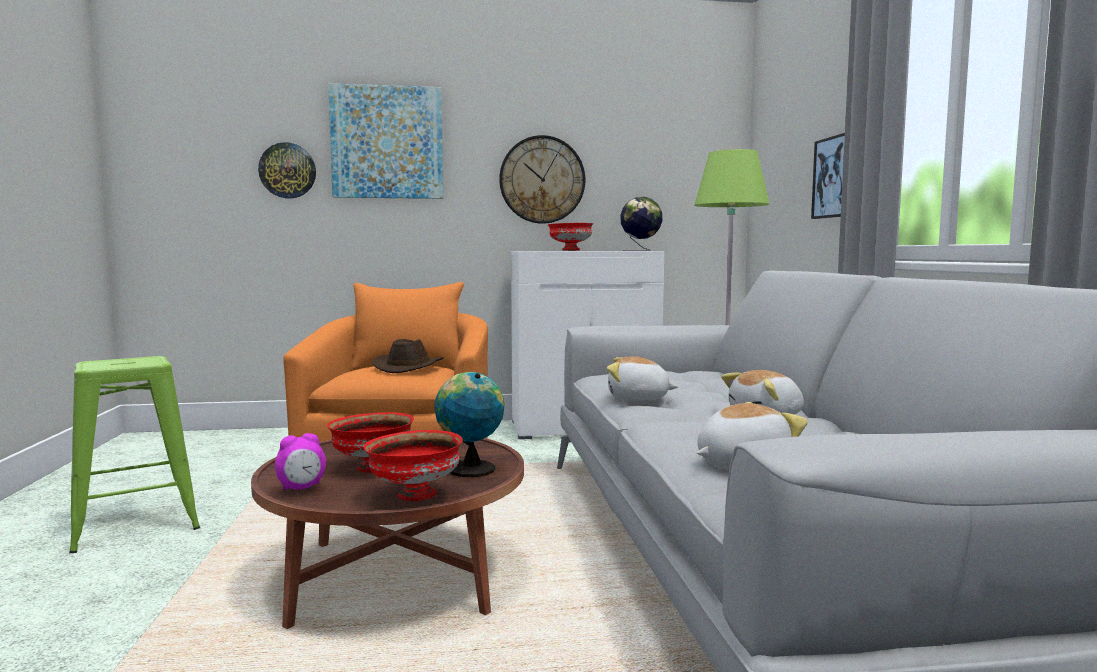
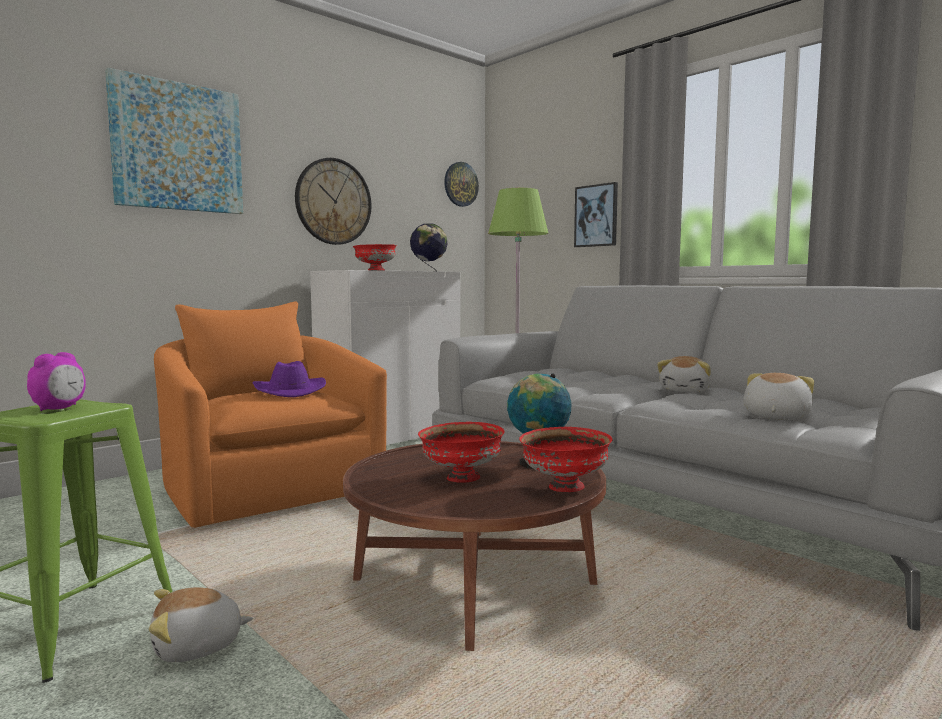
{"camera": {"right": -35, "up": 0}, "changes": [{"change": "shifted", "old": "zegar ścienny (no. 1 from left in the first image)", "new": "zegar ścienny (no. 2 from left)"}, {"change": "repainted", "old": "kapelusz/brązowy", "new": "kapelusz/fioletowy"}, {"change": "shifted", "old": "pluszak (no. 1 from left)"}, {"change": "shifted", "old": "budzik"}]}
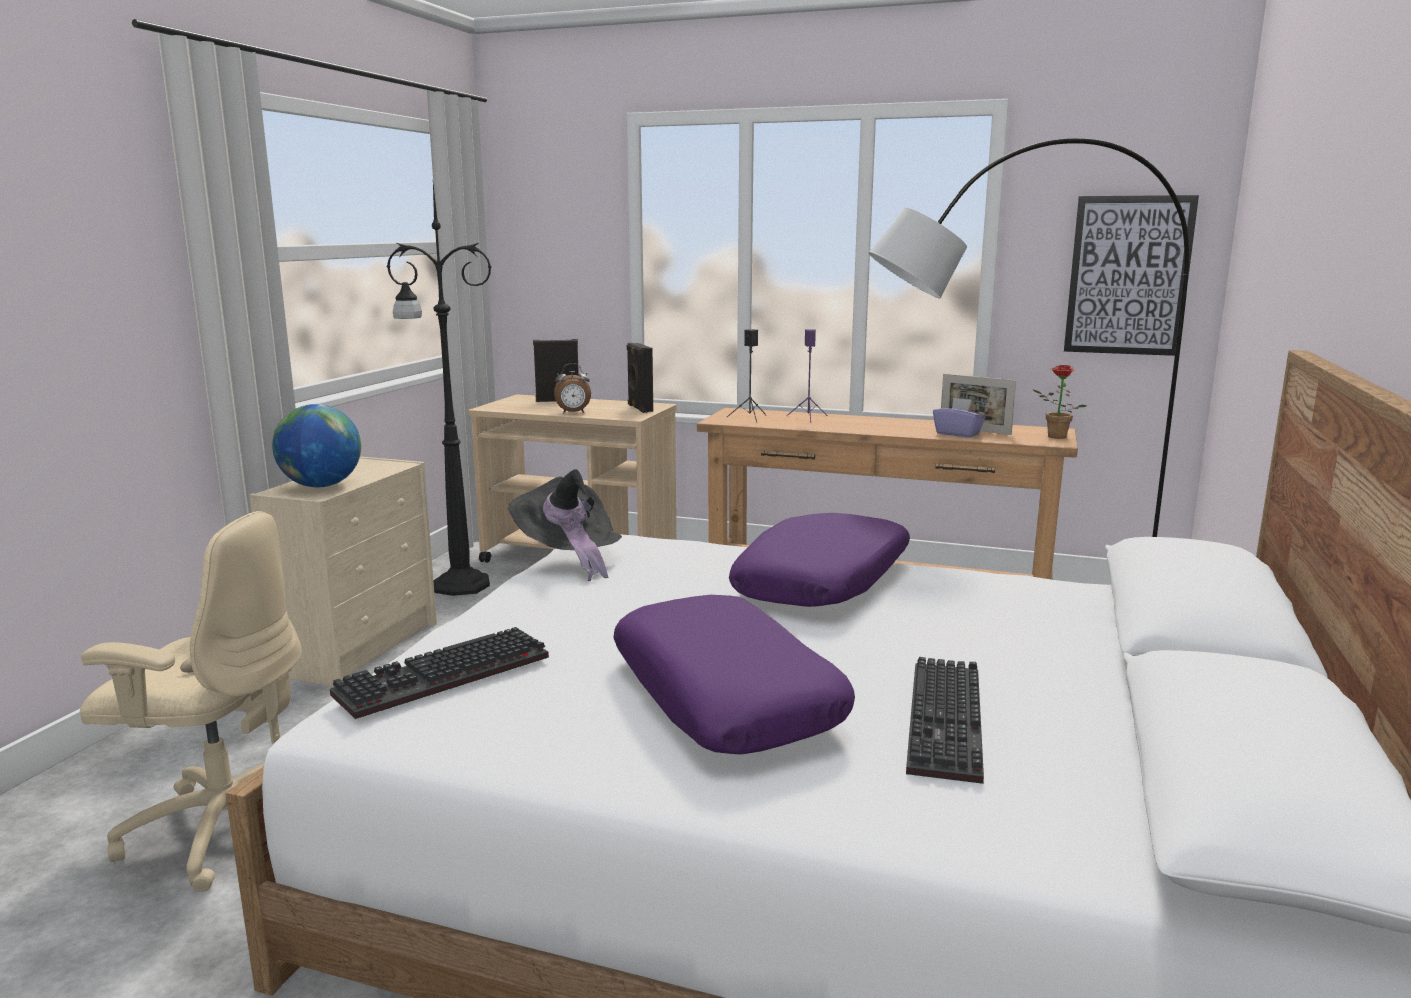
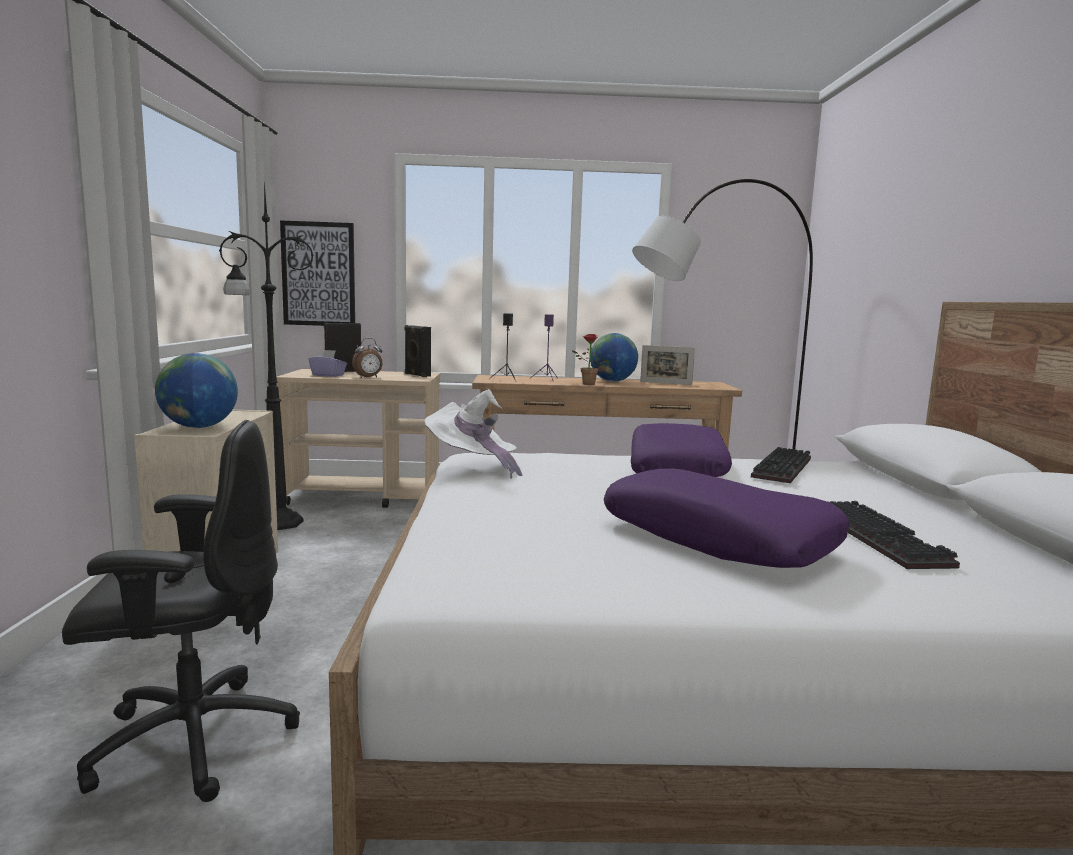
{"camera": {"right": -20, "up": -5}, "changes": [{"change": "shifted", "old": "obraz"}, {"change": "shifted", "old": "roślina doniczkowa"}, {"change": "shifted", "old": "pudełko chusteczek/fioletowy"}, {"change": "repainted", "old": "kapelusz/czarny", "new": "kapelusz/biały"}, {"change": "repainted", "old": "krzesło biurowe/beżowy", "new": "krzesło biurowe/czarny"}, {"change": "shifted", "old": "klawiatura (no. 1 from left)"}, {"change": "new", "new": "globus (no. 2 from left)"}]}
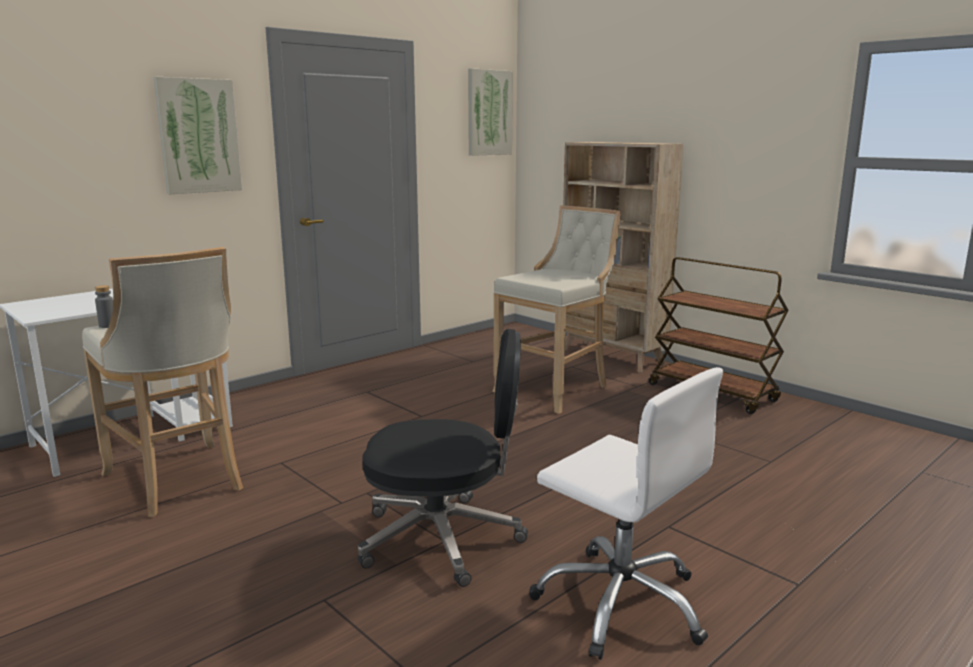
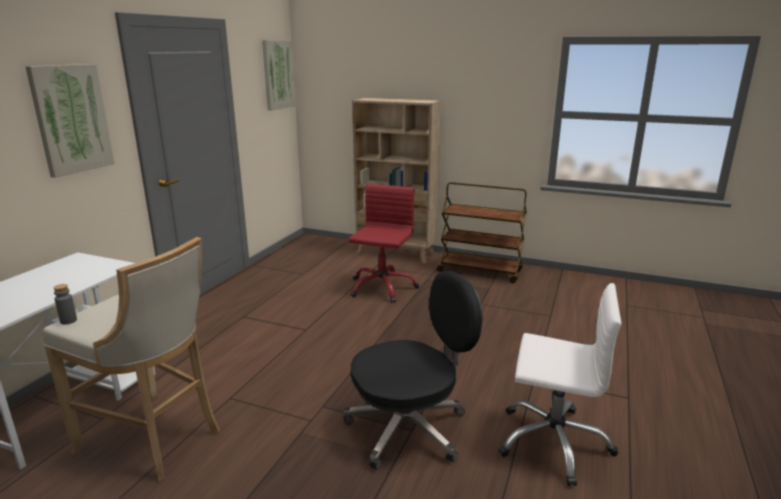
{"camera": {"right": -25, "up": 5}, "changes": [{"change": "swapped", "old": "stołek/beżowy (no. 2 from left)", "new": "krzesło biurowe/czerwony"}]}
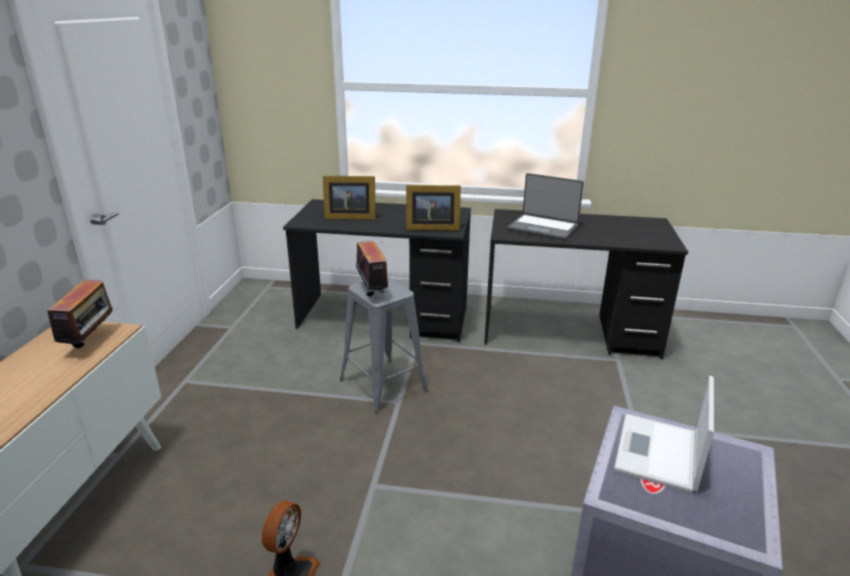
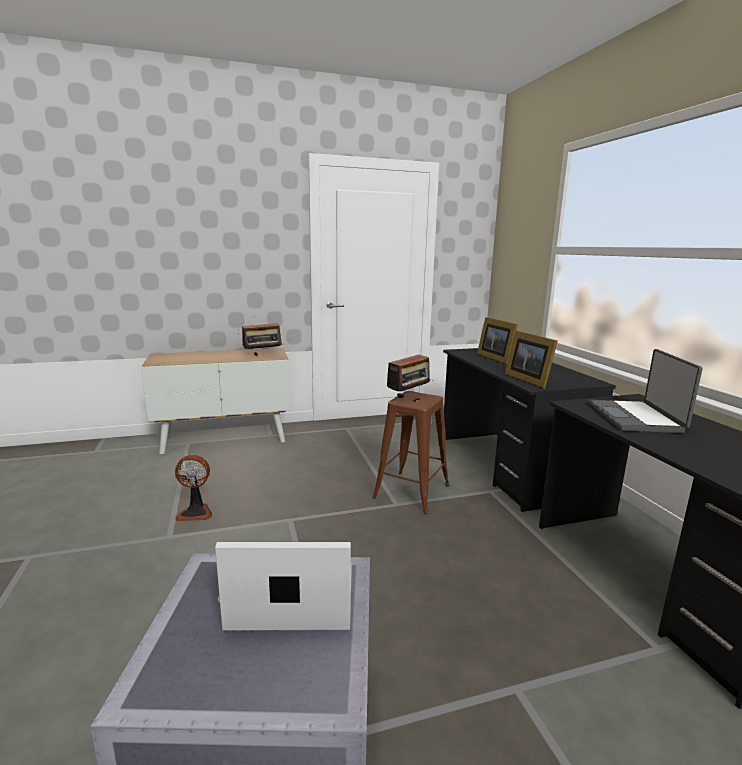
{"camera": {"right": 65, "up": -10}, "changes": [{"change": "repainted", "old": "stołek/szary", "new": "stołek/brązowy"}]}
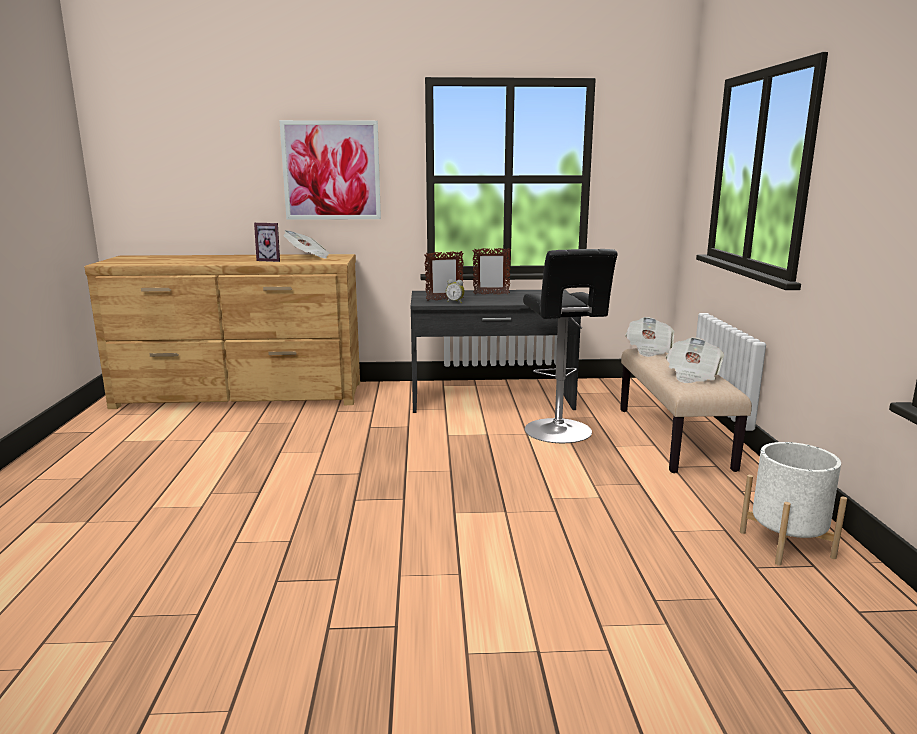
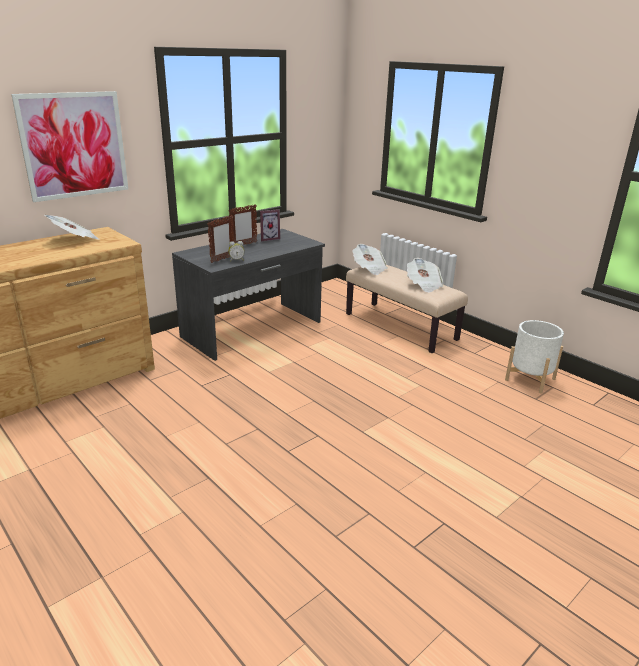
{"camera": {"right": -40, "up": 10}, "changes": [{"change": "shifted", "old": "ramka na zdjęcie (no. 1 from left in the first image)", "new": "ramka na zdjęcie (no. 3 from left)"}, {"change": "gone", "old": "stołek/czarny"}]}
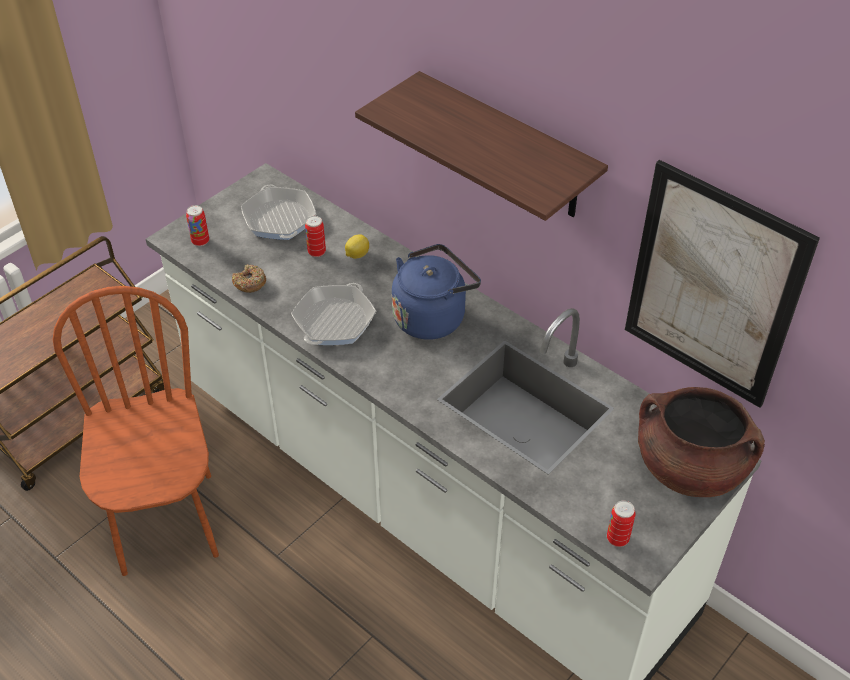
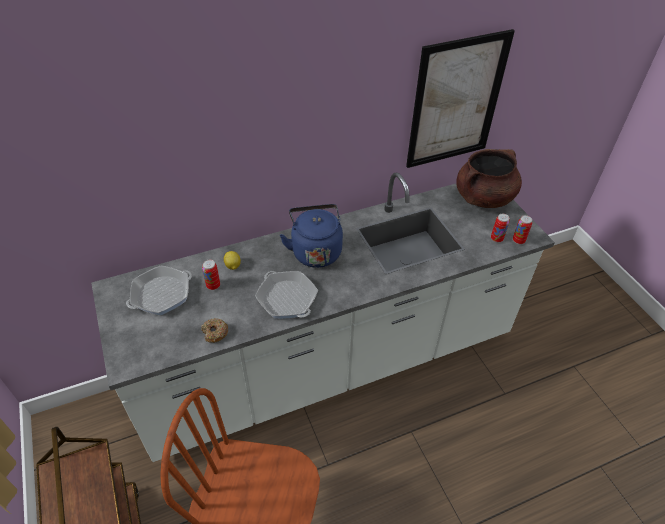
{"camera": {"right": -65, "up": 0}, "changes": [{"change": "gone", "old": "półka"}, {"change": "rotated", "old": "patelnia (no. 1 from left)", "degrees": -45}, {"change": "shifted", "old": "puszka (no. 1 from left in the first image)", "new": "puszka (no. 2 from left)"}]}
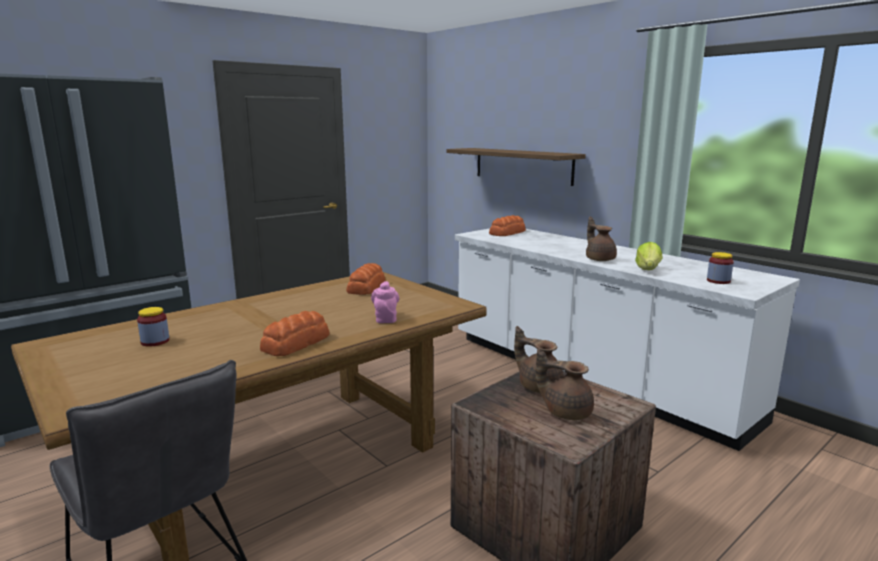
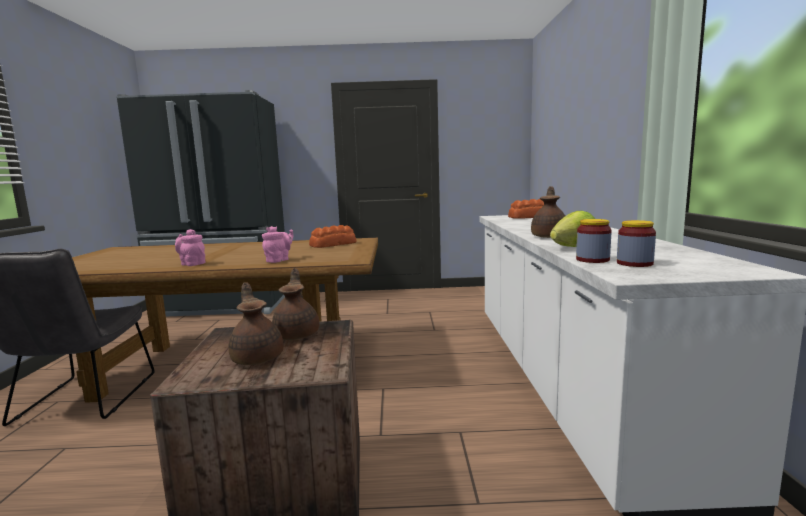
{"camera": {"right": 40, "up": -5}, "changes": [{"change": "gone", "old": "półka"}, {"change": "shifted", "old": "słoik (no. 1 from left)"}, {"change": "swapped", "old": "chleb (no. 1 from left)", "new": "imbryk/różowy (no. 1 from left)"}]}
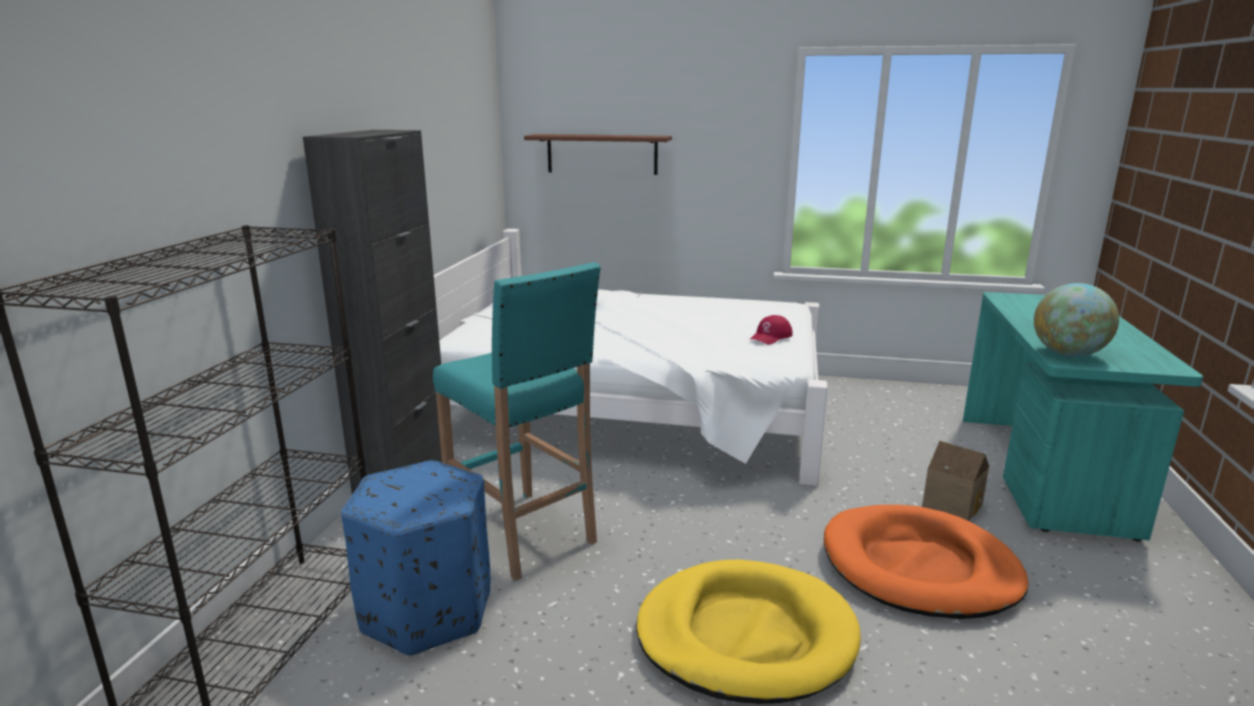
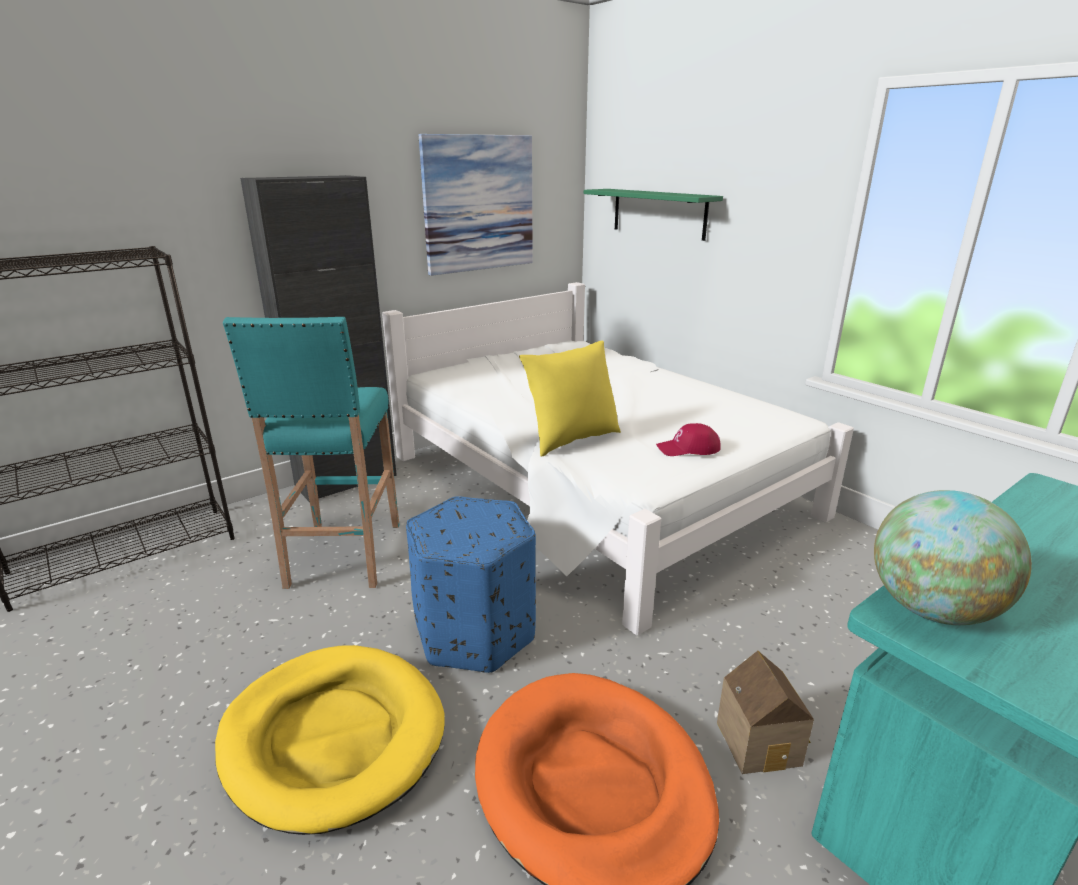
{"camera": {"right": 40, "up": 5}, "changes": [{"change": "repainted", "old": "półka/brązowy", "new": "półka/zielony"}, {"change": "shifted", "old": "pufa/niebieski"}, {"change": "new", "new": "obraz"}, {"change": "new", "new": "poduszka/żółty"}]}
